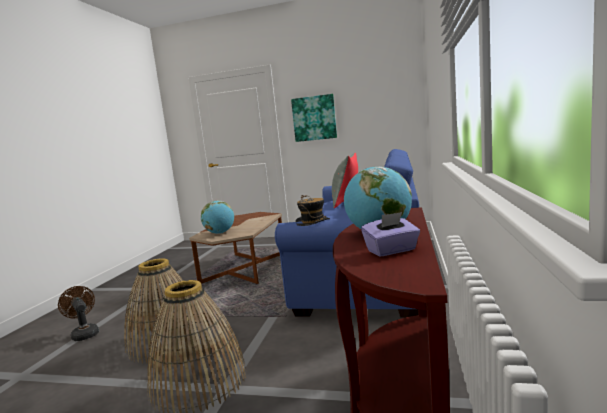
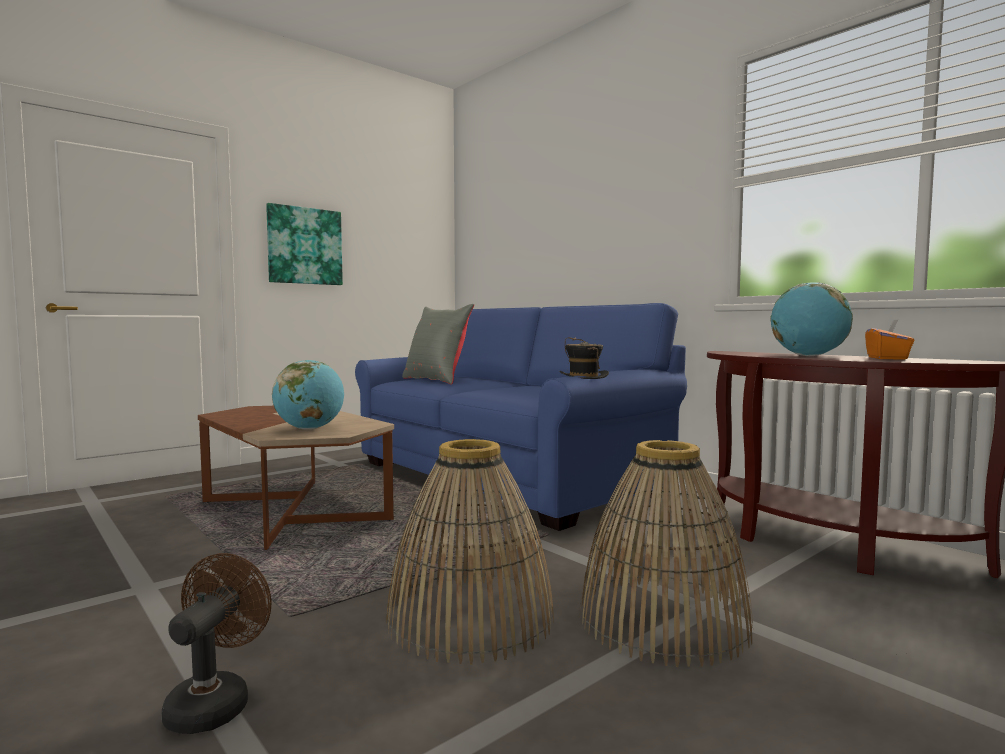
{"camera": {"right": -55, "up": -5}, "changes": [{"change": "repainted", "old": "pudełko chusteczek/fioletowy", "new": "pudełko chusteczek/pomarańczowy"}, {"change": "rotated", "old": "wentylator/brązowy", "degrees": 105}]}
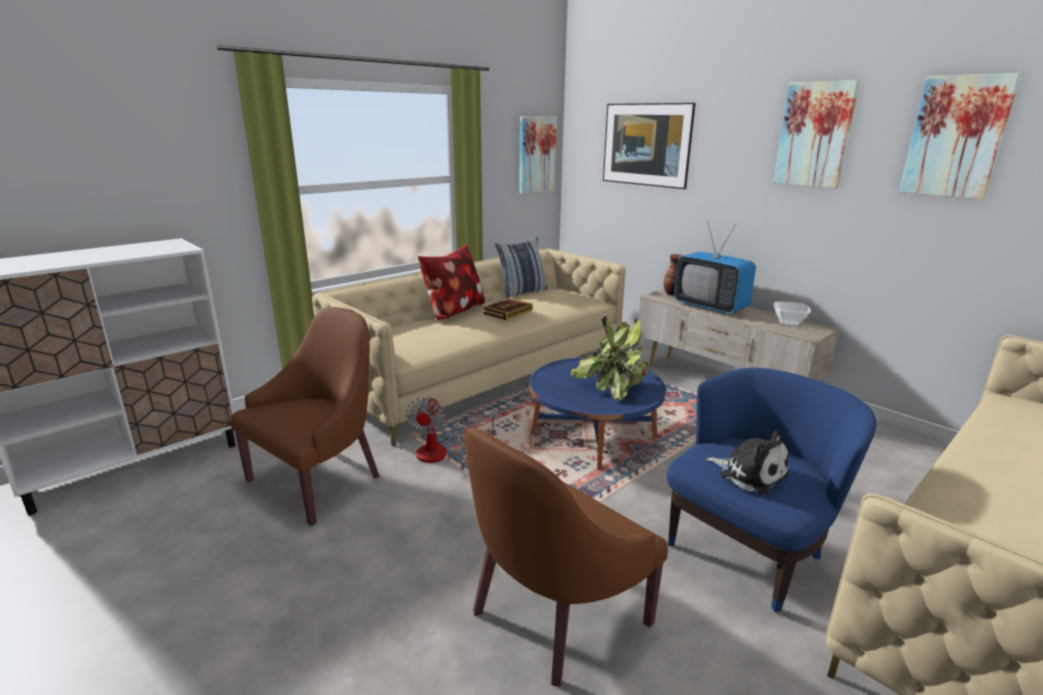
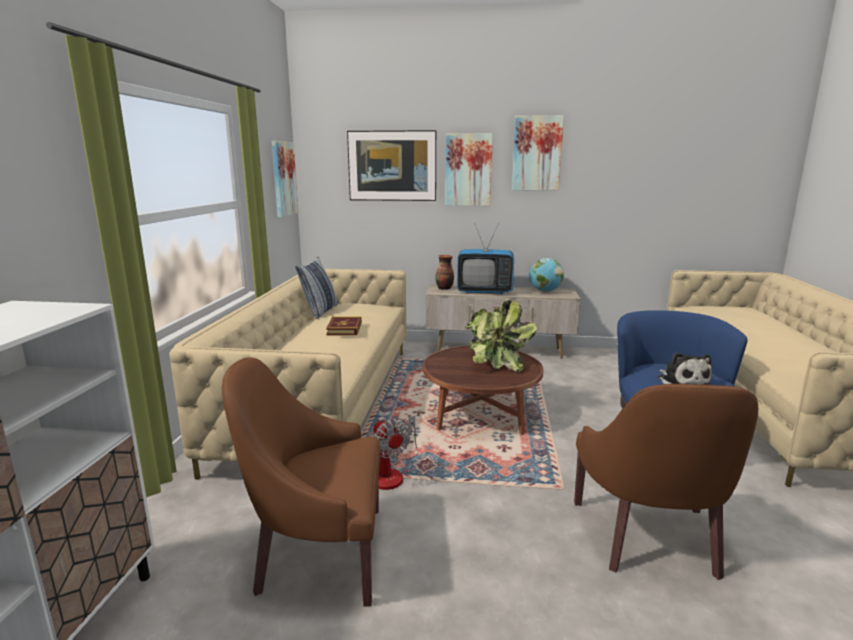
{"camera": {"right": -40, "up": -5}, "changes": [{"change": "shifted", "old": "obraz (no. 4 from left in the first image)", "new": "obraz (no. 3 from left)"}, {"change": "gone", "old": "poduszka (no. 1 from left)"}, {"change": "swapped", "old": "miska", "new": "globus"}, {"change": "rotated", "old": "fotel/brązowy (no. 1 from left)", "degrees": -90}, {"change": "repainted", "old": "ława/niebieski", "new": "ława/brązowy"}, {"change": "rotated", "old": "pluszak", "degrees": 75}]}
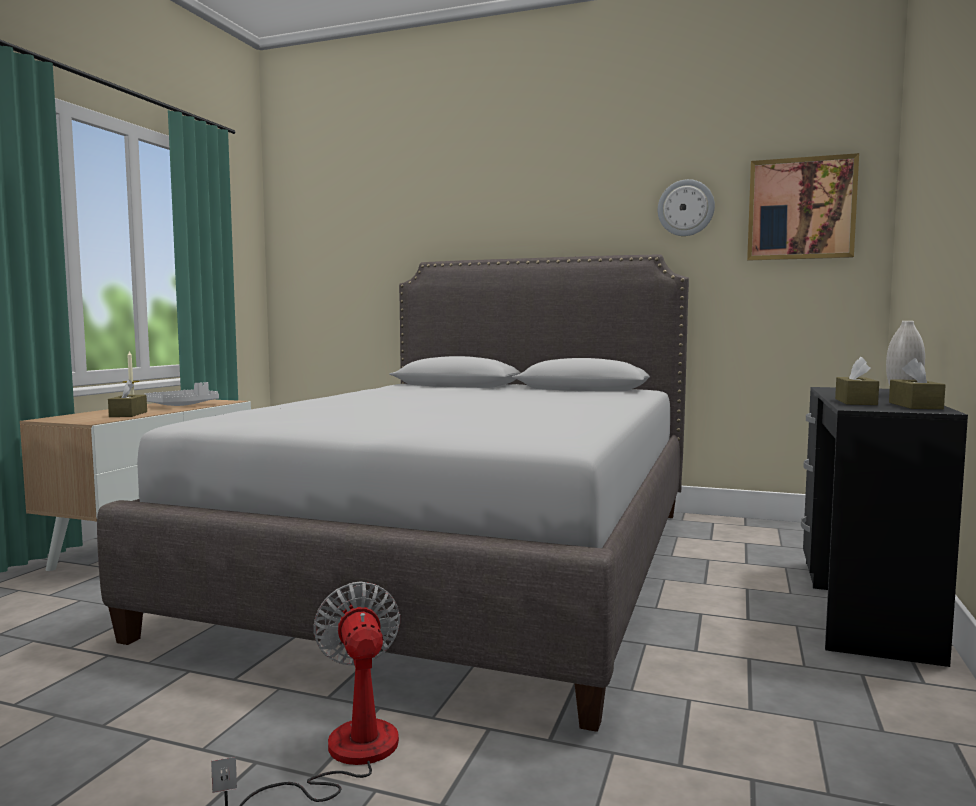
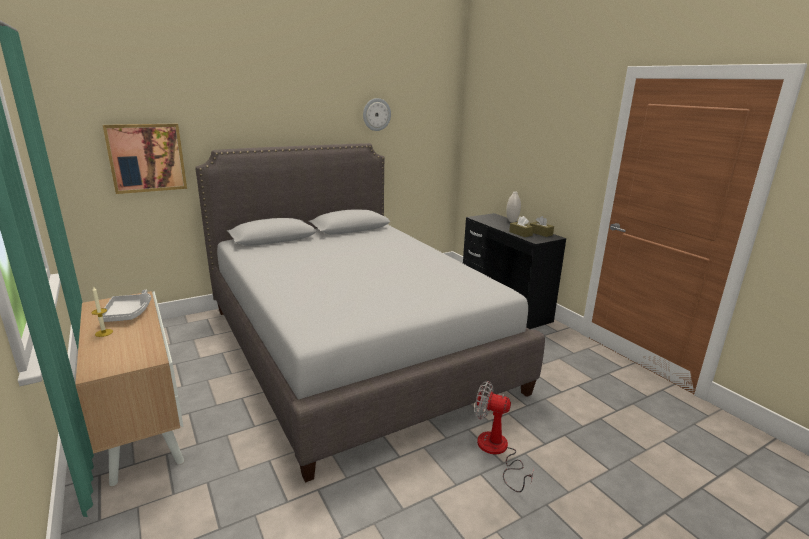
{"camera": {"right": -50, "up": 15}, "changes": [{"change": "shifted", "old": "obraz"}, {"change": "gone", "old": "pudełko chusteczek/brązowy (no. 1 from left)"}]}
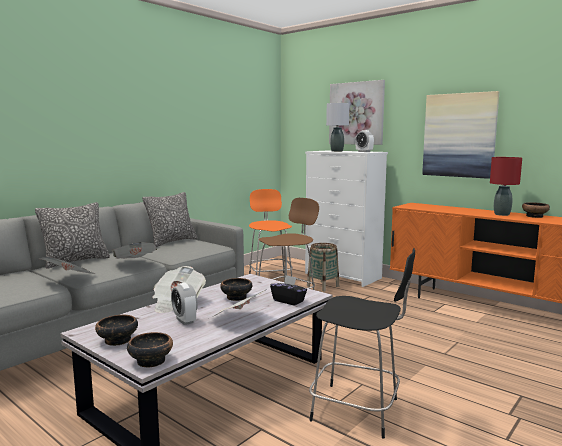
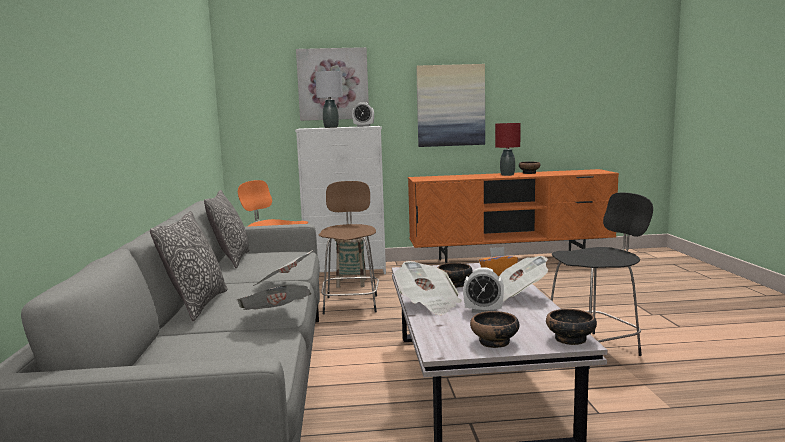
{"camera": {"right": -45, "up": 0}, "changes": [{"change": "repainted", "old": "pudełko chusteczek/czarny", "new": "pudełko chusteczek/pomarańczowy"}]}
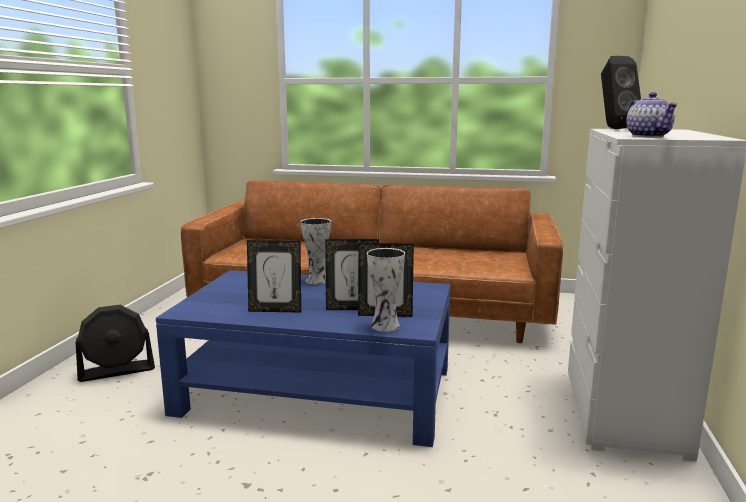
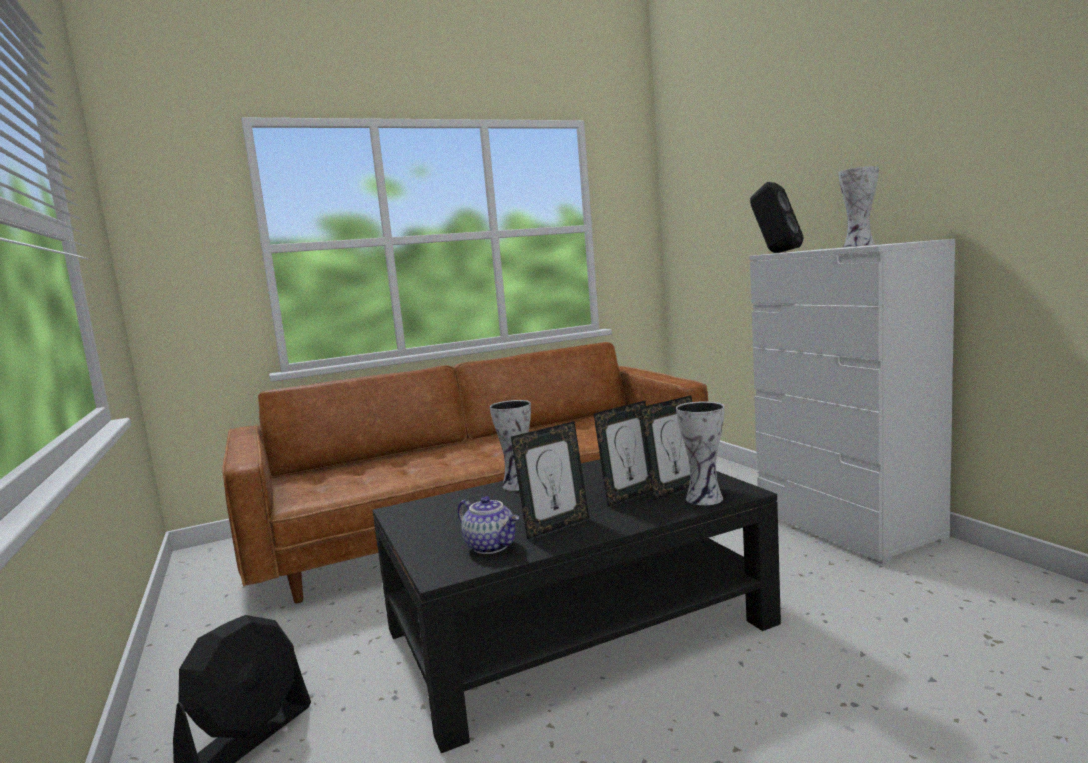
{"camera": {"right": -35, "up": -5}, "changes": [{"change": "shifted", "old": "imbryk"}, {"change": "repainted", "old": "ława/niebieski", "new": "ława/czarny"}, {"change": "new", "new": "wazon (no. 3 from left)"}]}
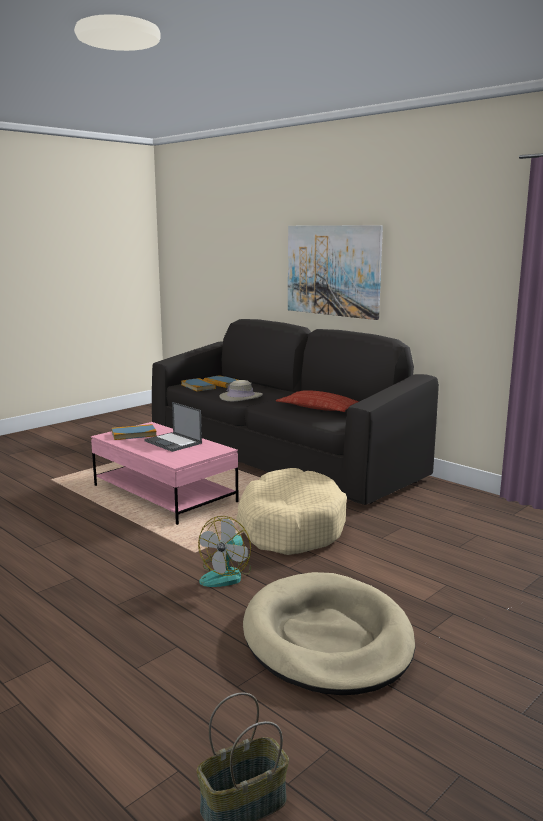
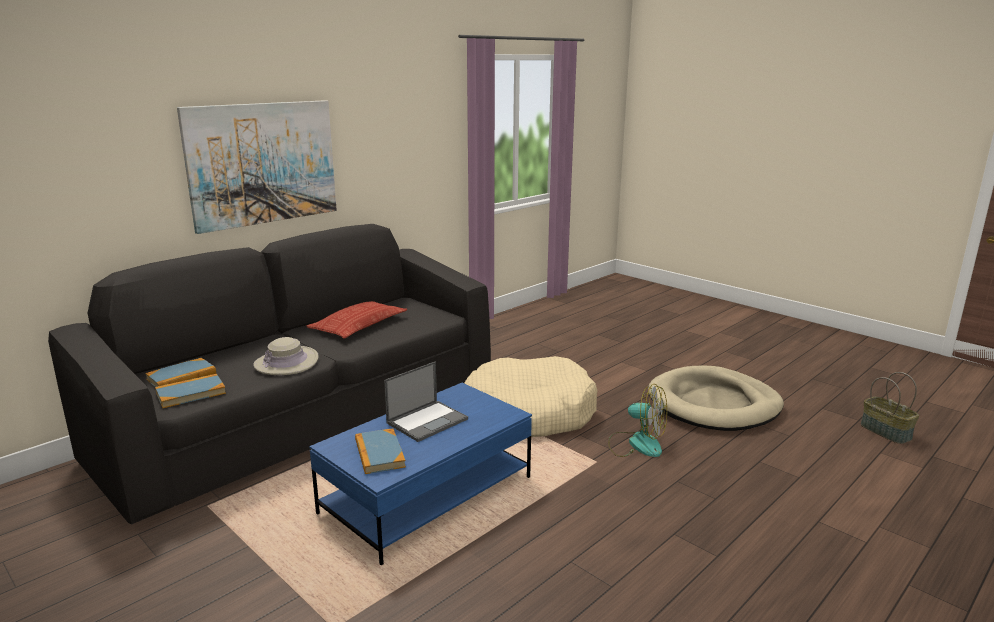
{"camera": {"right": -90, "up": 5}, "changes": [{"change": "repainted", "old": "ława/różowy", "new": "ława/niebieski"}]}
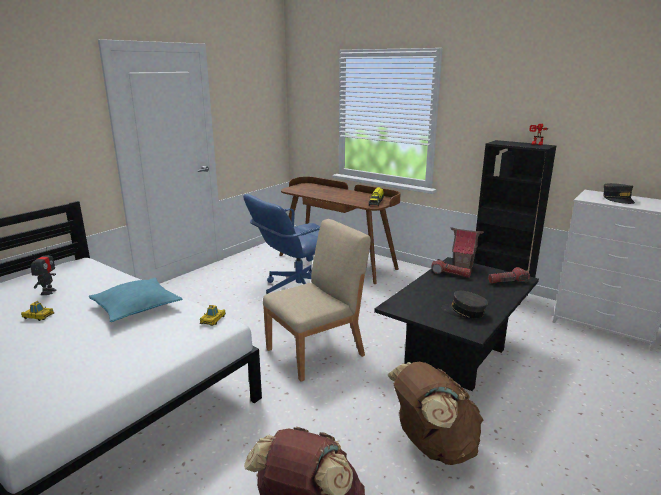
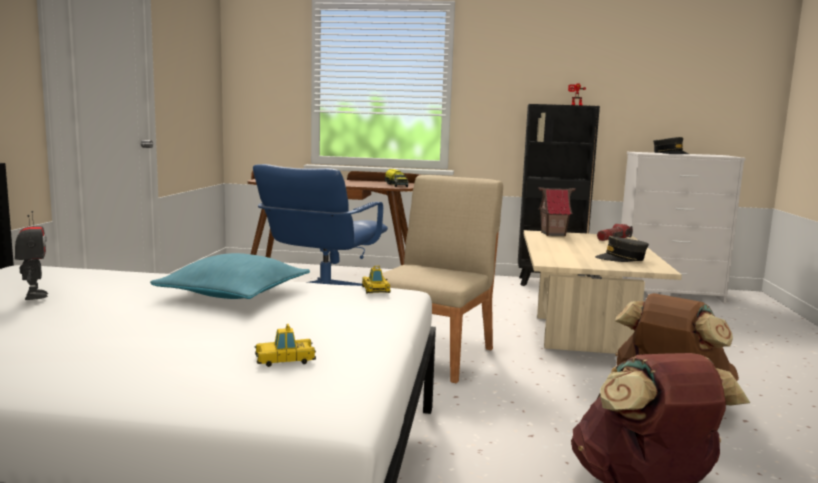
{"camera": {"right": -30, "up": -10}, "changes": [{"change": "repainted", "old": "ława/czarny", "new": "ława/beżowy"}, {"change": "gone", "old": "latarka (no. 1 from left)"}, {"change": "shifted", "old": "samochodzik (no. 1 from left)"}]}
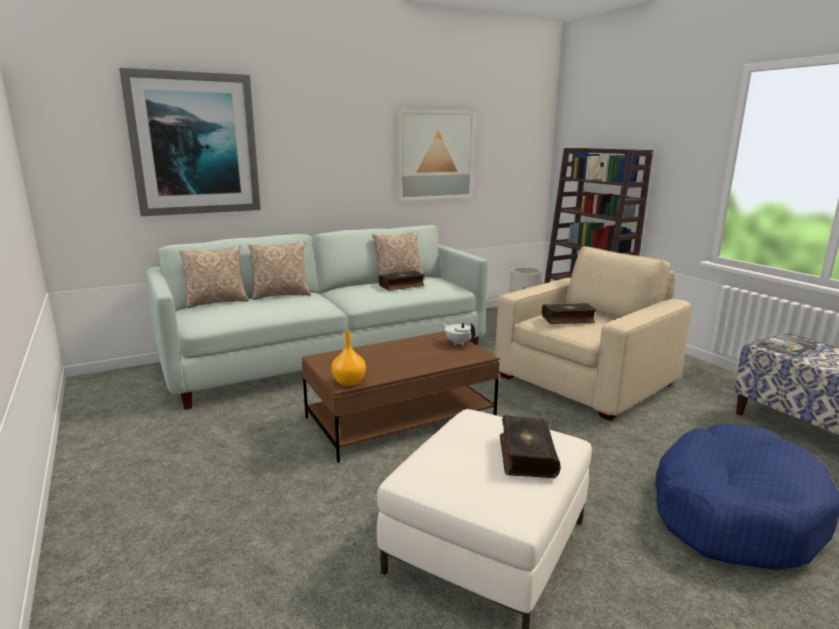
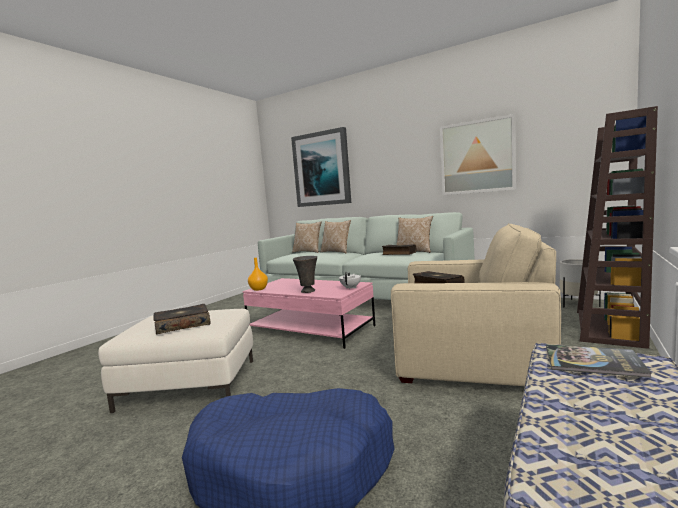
{"camera": {"right": 60, "up": -10}, "changes": [{"change": "repainted", "old": "ława/brązowy", "new": "ława/różowy"}, {"change": "new", "new": "wazon/szary"}]}
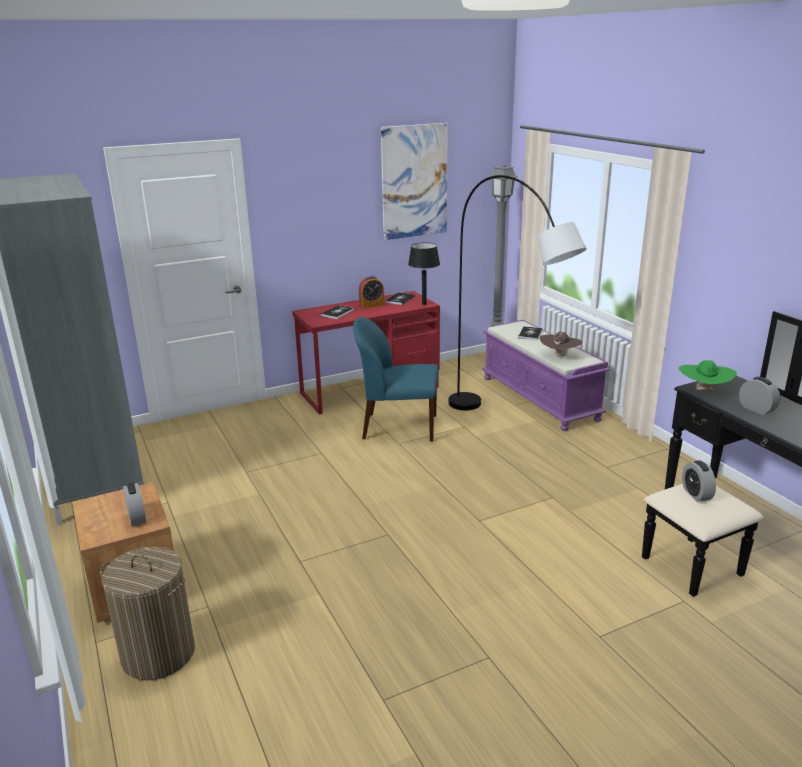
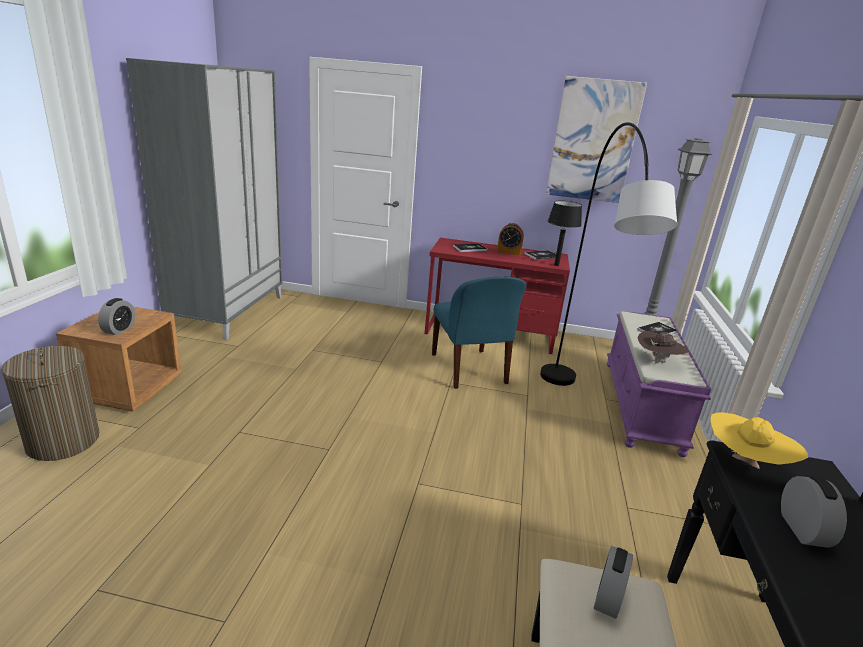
{"camera": {"right": 35, "up": 0}, "changes": [{"change": "rotated", "old": "krzesło/niebieski", "degrees": -150}, {"change": "repainted", "old": "kapelusz/zielony", "new": "kapelusz/żółty"}]}
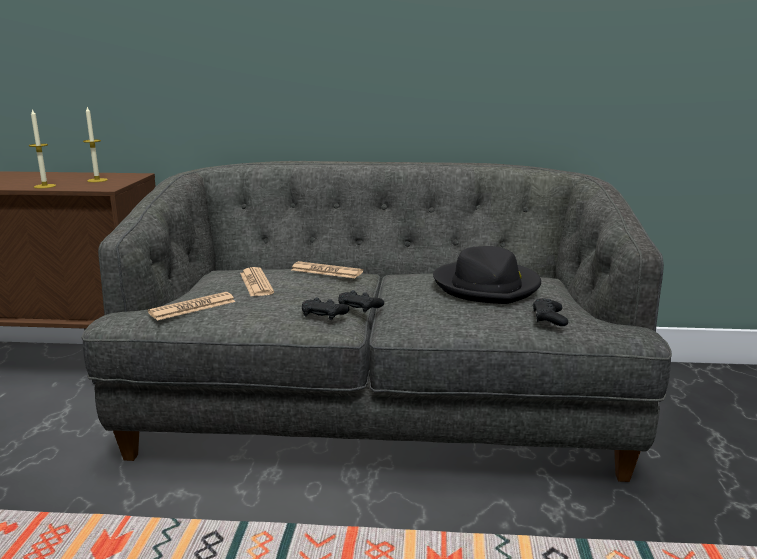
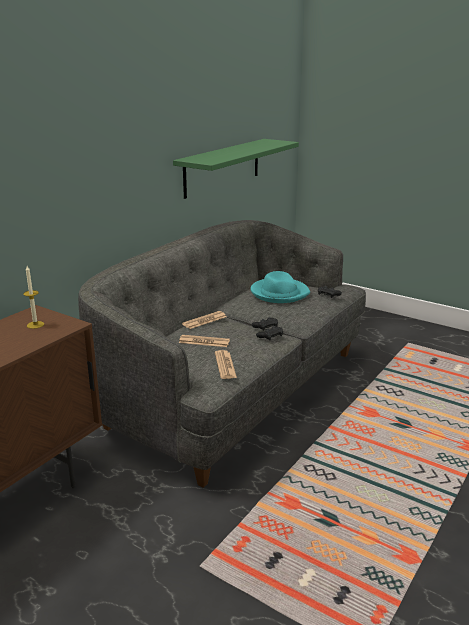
{"camera": {"right": -60, "up": 5}, "changes": [{"change": "gone", "old": "świeca (no. 1 from left)"}, {"change": "repainted", "old": "kapelusz/czarny", "new": "kapelusz/turkusowy"}, {"change": "new", "new": "półka/zielony"}]}
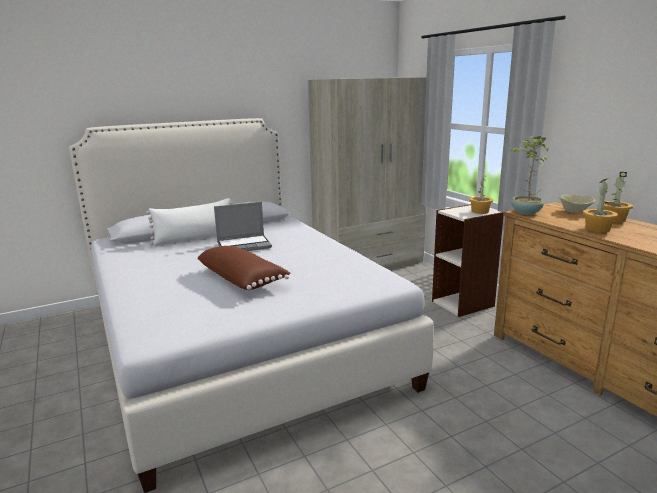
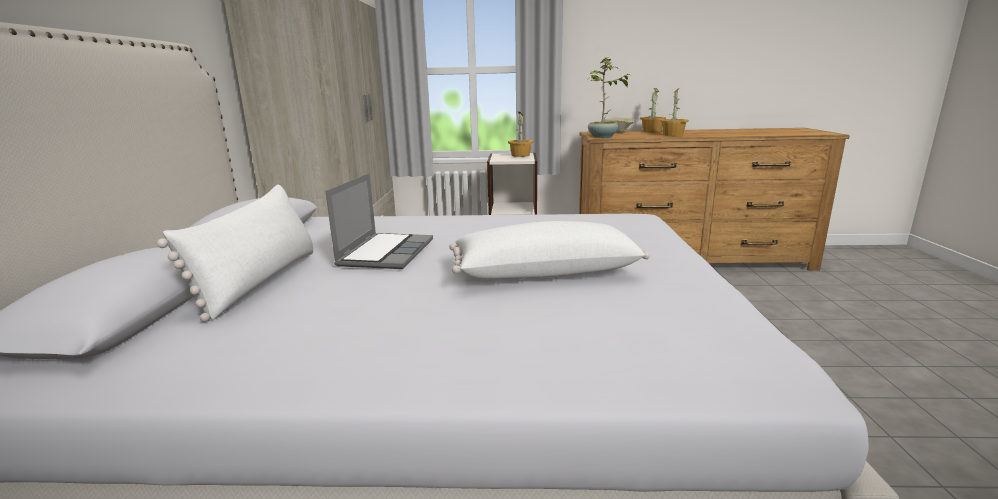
{"camera": {"right": -60, "up": 0}, "changes": [{"change": "repainted", "old": "poduszka/brązowy", "new": "poduszka/biały (no. 2 from left)"}]}
